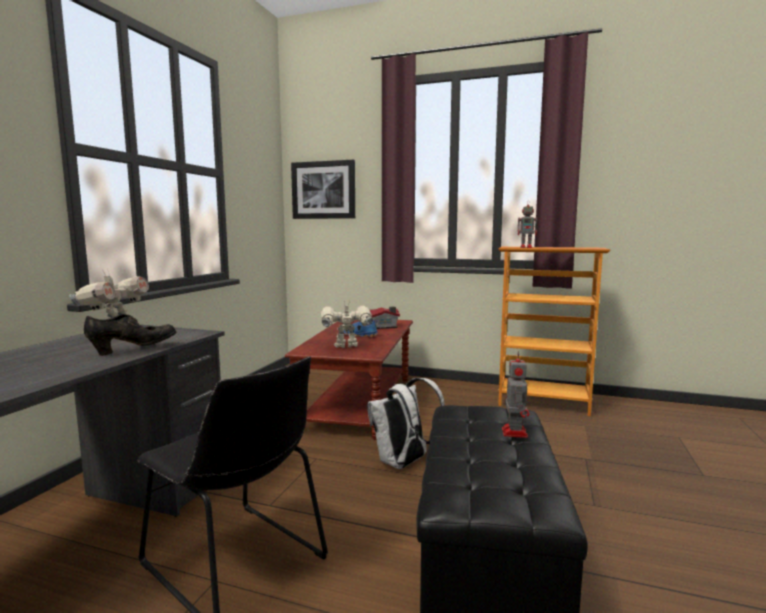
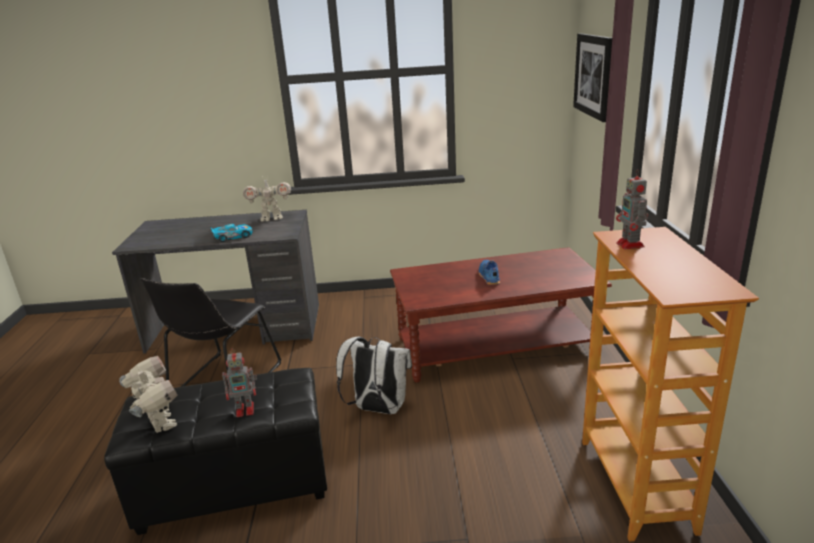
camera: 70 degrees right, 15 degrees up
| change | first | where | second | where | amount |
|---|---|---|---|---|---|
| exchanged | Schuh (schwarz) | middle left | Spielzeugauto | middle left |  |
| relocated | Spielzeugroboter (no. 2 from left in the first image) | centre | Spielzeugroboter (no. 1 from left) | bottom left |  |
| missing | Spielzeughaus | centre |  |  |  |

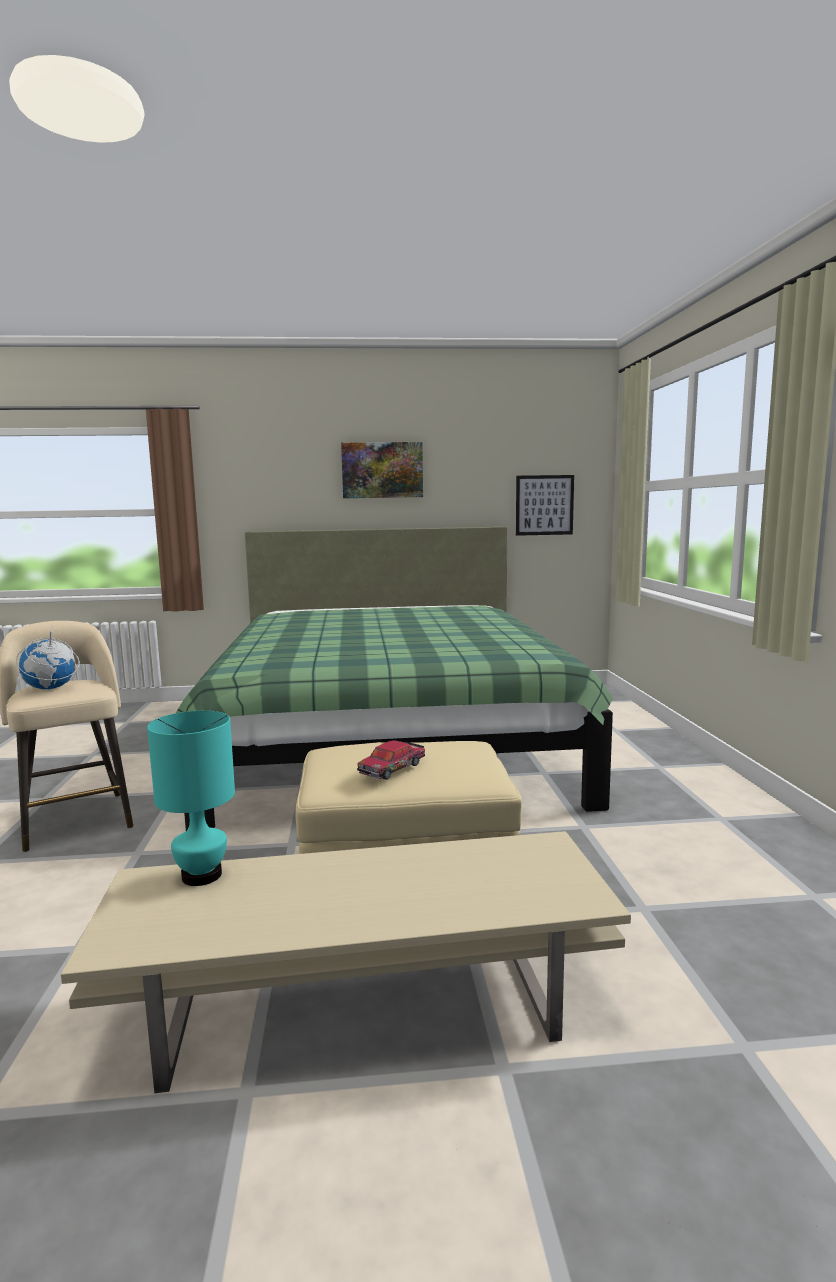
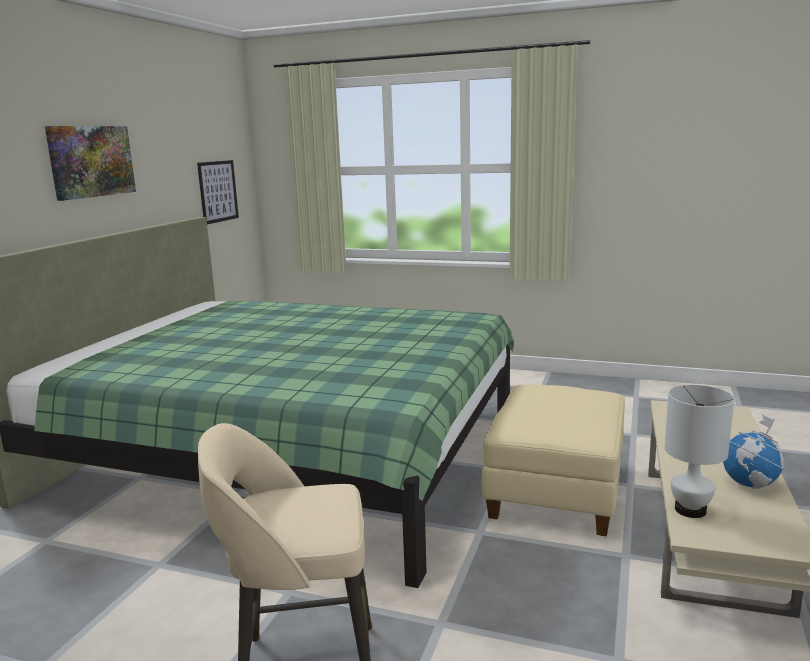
camera: 65 degrees left, 5 degrees up
| change | first | where | second | where | amount |
|---|---|---|---|---|---|
| relocated | Globus | middle left |  | bottom right |  |
| colour | Tischlampe (türkis) | middle left | Tischlampe (weiß) | bottom right |  |
| missing | Spielzeugauto | centre |  |  |  |

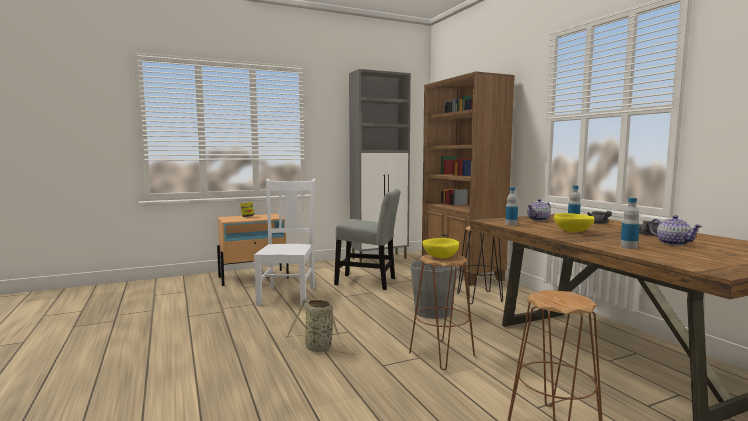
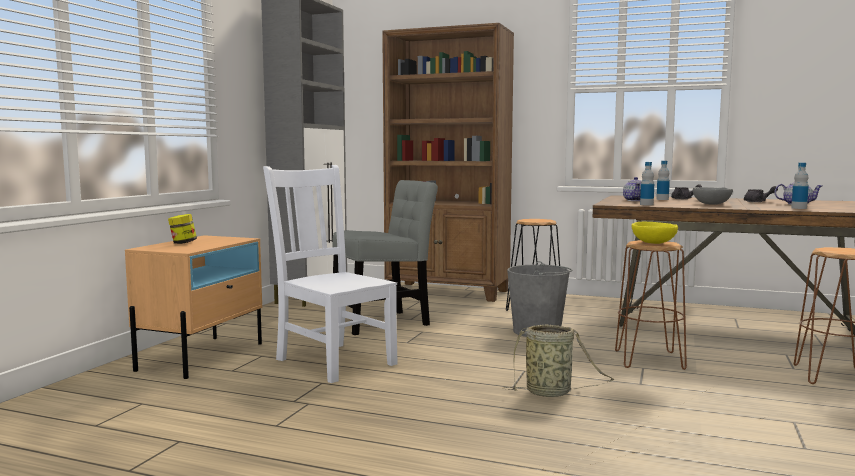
camera: 45 degrees left, 0 degrees up
| change | first | where | second | where | amount |
|---|---|---|---|---|---|
| colour | Schüssel (gelb) (no. 2 from left) | middle right | Schüssel (grau) | middle right |  |

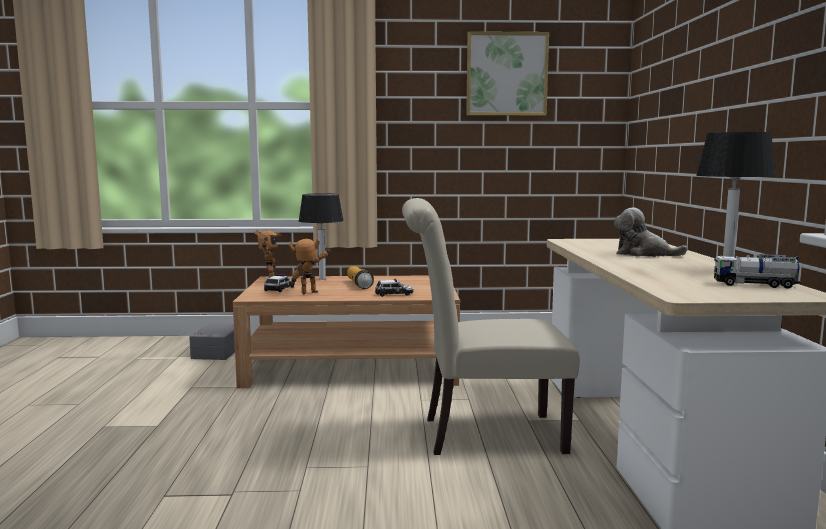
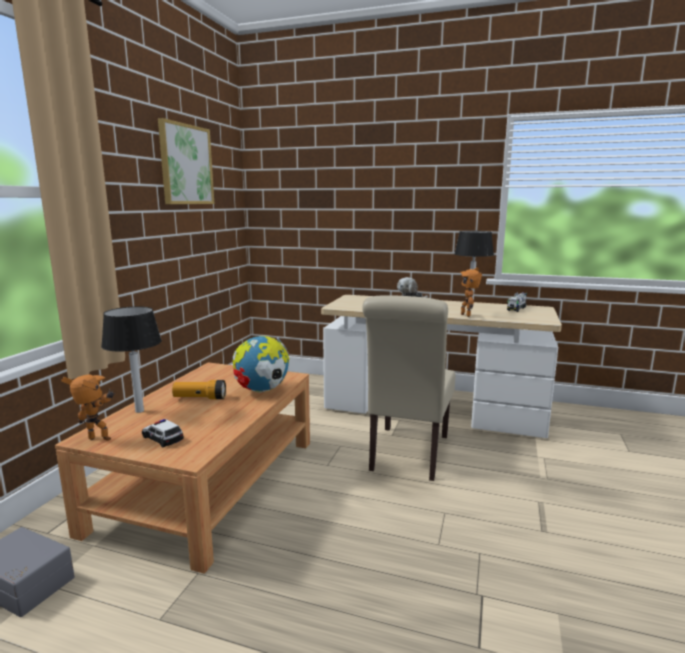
camera: 70 degrees left, 5 degrees up
| change | first | where | second | where | amount |
|---|---|---|---|---|---|
| relocated | Spielzeugroboter (no. 2 from left) | centre |  | middle right |  |
| exchanged | Spielzeugauto (no. 2 from left) | centre | Globus | centre |  |

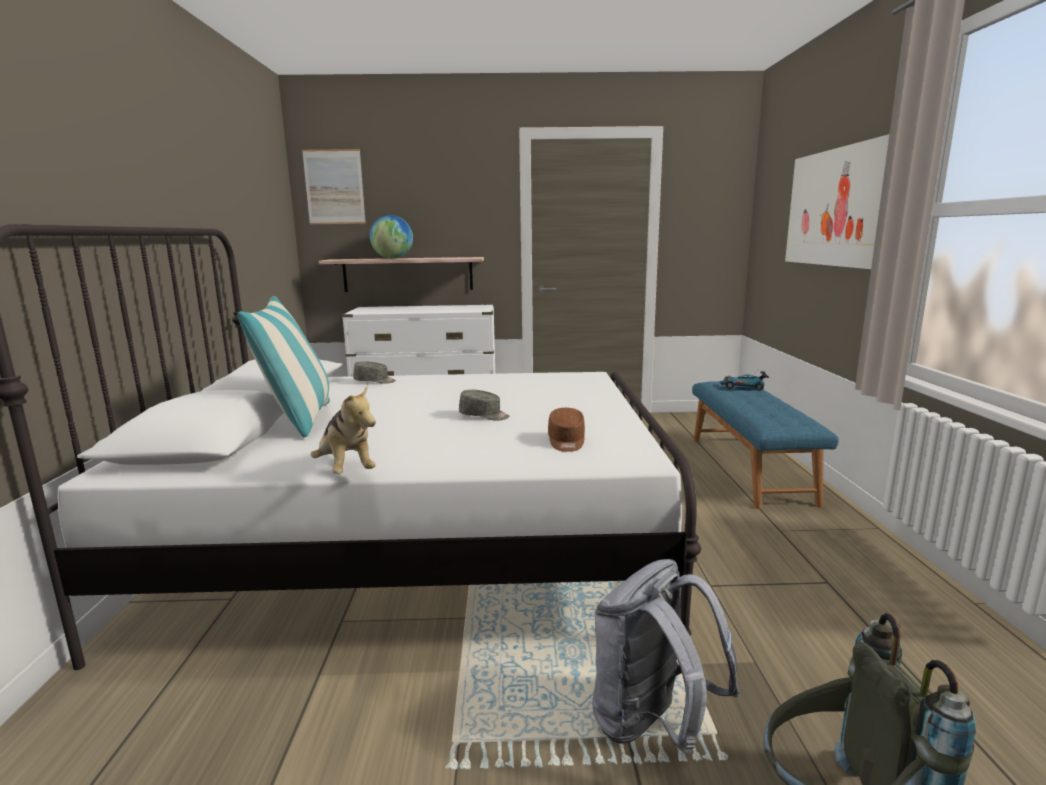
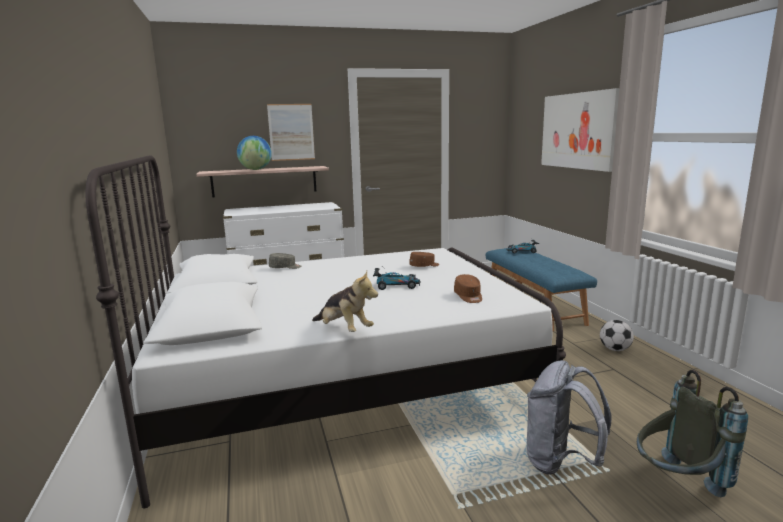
camera: 15 degrees left, 0 degrees up
| change | first | where | second | where | amount |
|---|---|---|---|---|---|
| missing | Kissen | middle left |  |  |  |
| relocated | Bild (no. 1 from left) | top left |  | top centre |  |
| exchanged | Kappe (grau) (no. 2 from left) | centre | Spielzeugauto (no. 1 from left) | centre |  |
| appeared |  |  | Kappe (braun) (no. 1 from left) | centre |  |
| appeared |  |  | Fußball | middle right |  |

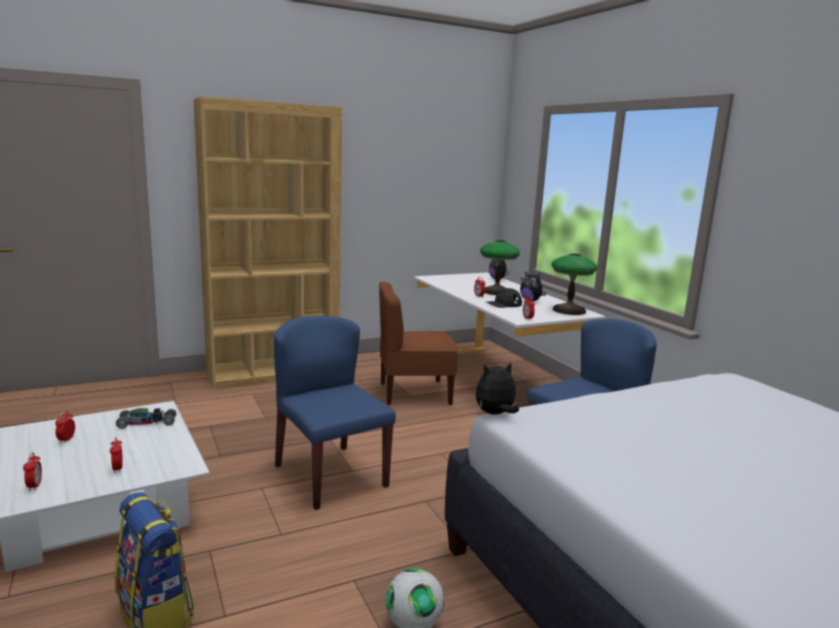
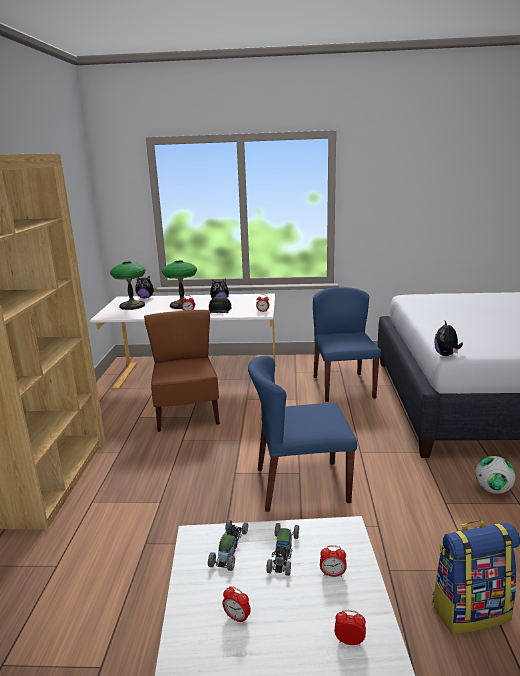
camera: 60 degrees left, 5 degrees up
| change | first | where | second | where | amount |
|---|---|---|---|---|---|
| spun | Stuhl (braun) | centre |  | centre | 150 degrees clockwise |
| relocated | Tischlampe (no. 2 from left in the first image) | middle right | Tischlampe (no. 1 from left) | middle left |  |
| appeared |  |  | Spielzeugauto (no. 2 from left) | bottom centre |  |

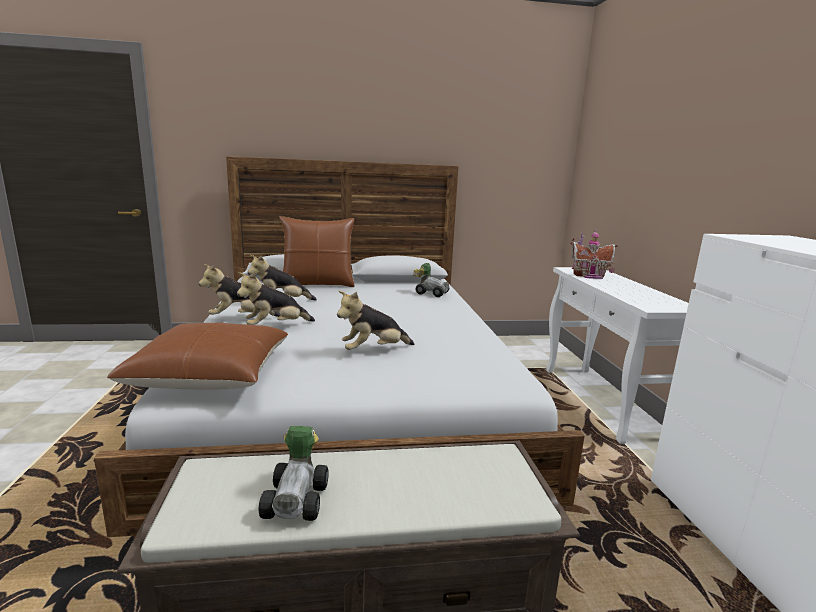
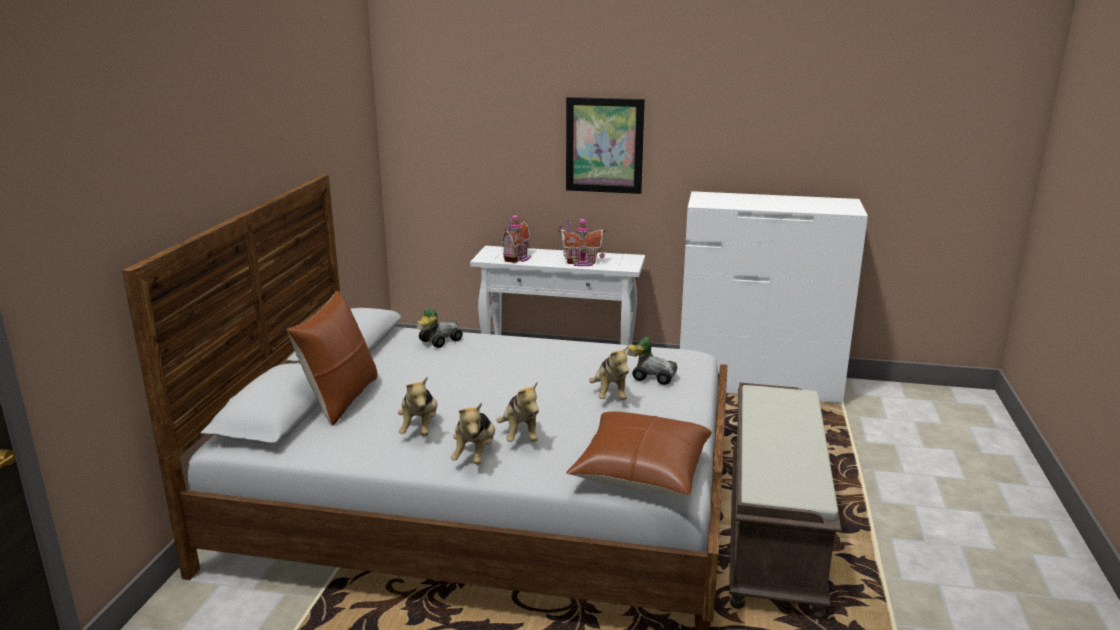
camera: 70 degrees left, 5 degrees up
| change | first | where | second | where | amount |
|---|---|---|---|---|---|
| relocated | Spielzeugauto (no. 1 from left in the first image) | bottom centre | Spielzeugauto (no. 2 from left) | centre |  |
| appeared |  |  | Spielzeughaus (no. 2 from left) | centre |  |
| appeared |  |  | Bild | top centre |  |

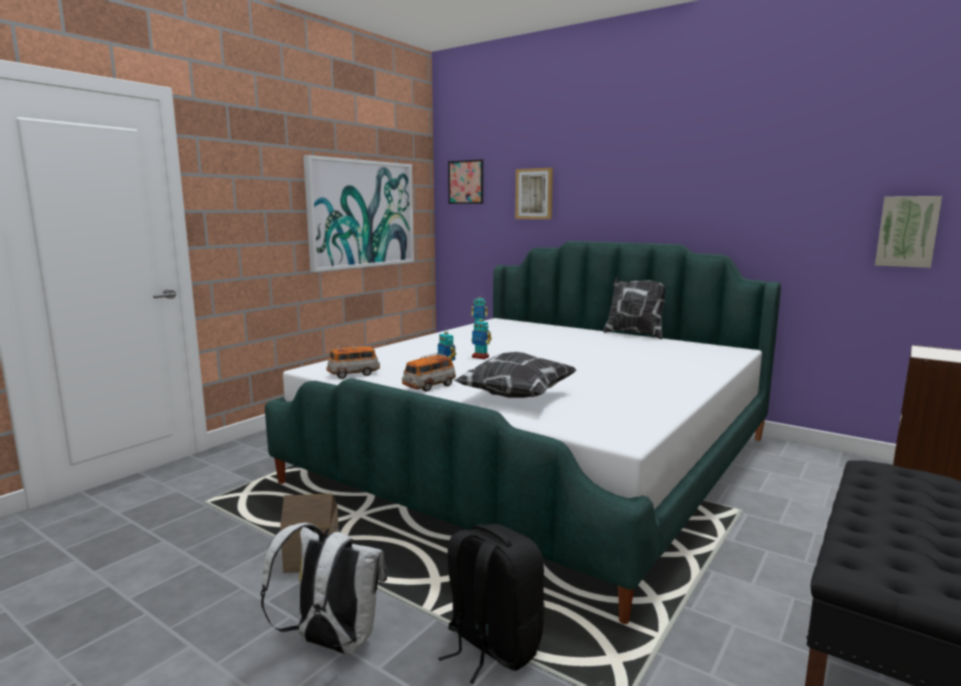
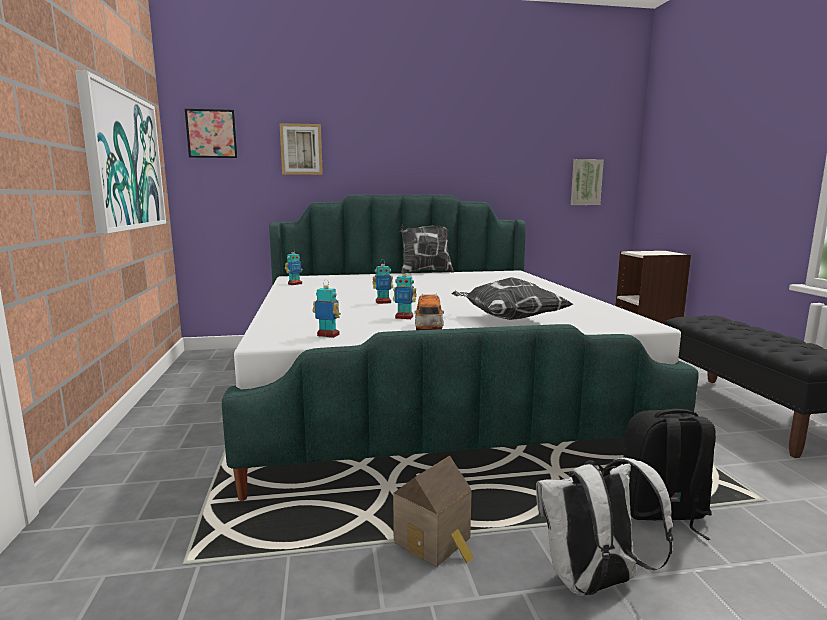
camera: 45 degrees left, 0 degrees up
| change | first | where | second | where | amount |
|---|---|---|---|---|---|
| exchanged | Spielzeugauto (no. 1 from left) | centre | Spielzeugroboter (no. 2 from left) | centre |  |

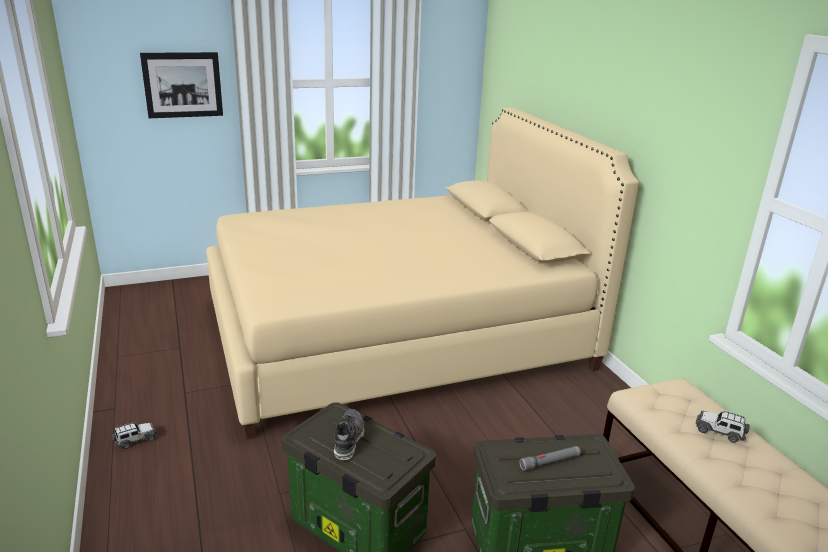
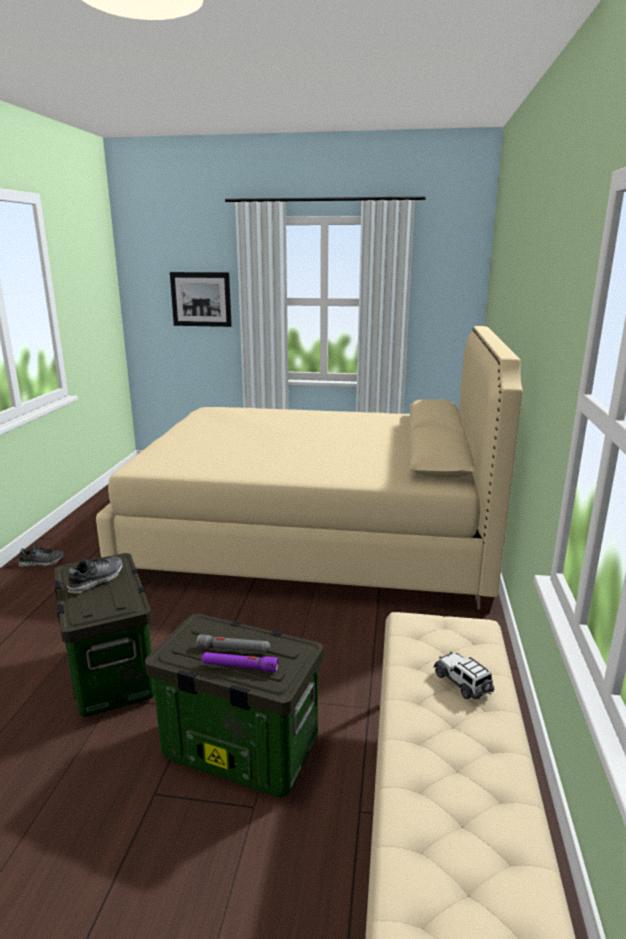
camera: 30 degrees right, 5 degrees down
| change | first | where | second | where | amount |
|---|---|---|---|---|---|
| exchanged | Spielzeugauto (no. 1 from left) | bottom left | Schuh (no. 1 from left) | middle left |  |
| appeared |  |  | Taschenlampe (lila) | bottom centre |  |

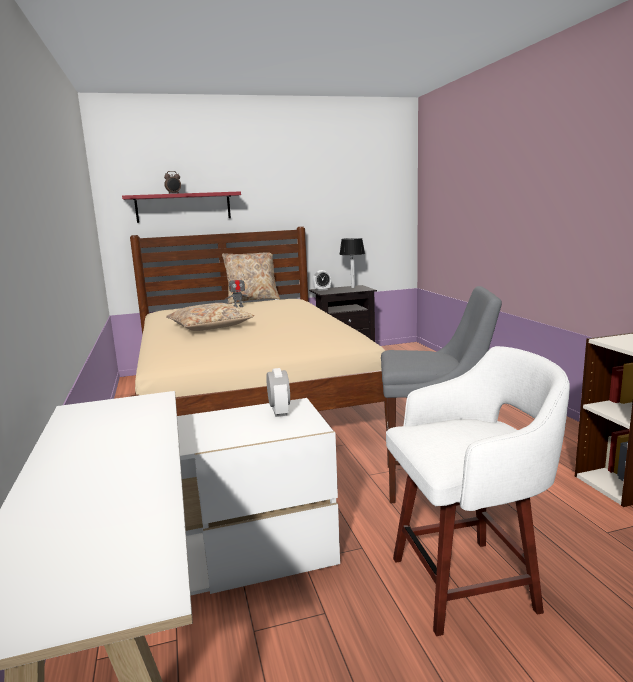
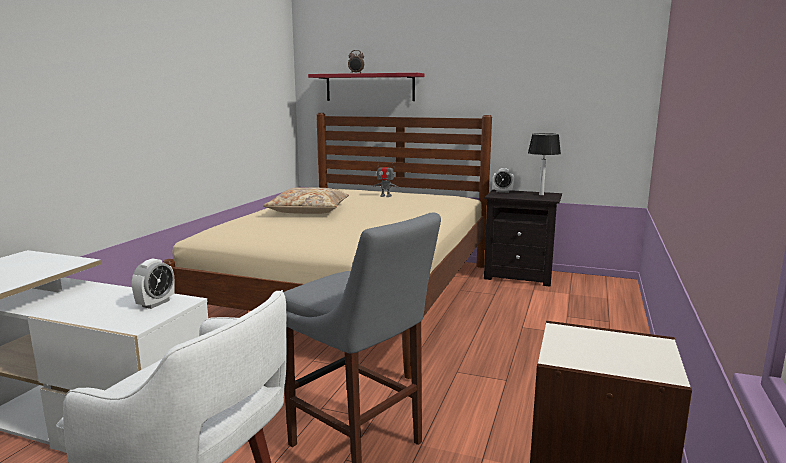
camera: 35 degrees right, 0 degrees up
| change | first | where | second | where | amount |
|---|---|---|---|---|---|
| missing | Kissen (beige) (no. 2 from left) | centre |  |  |  |

